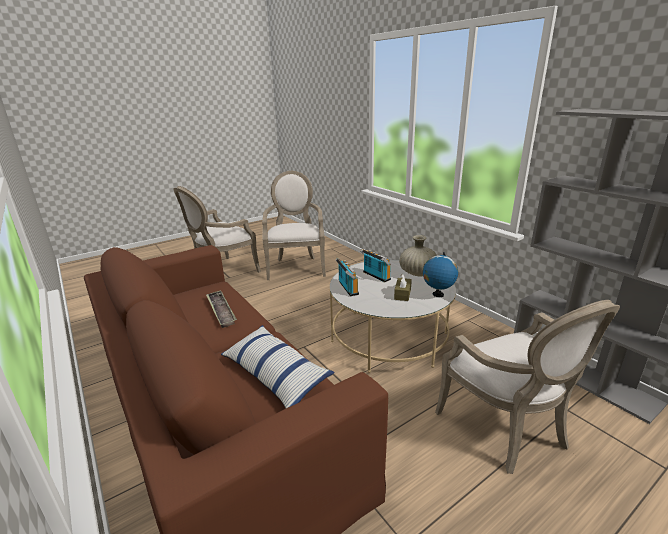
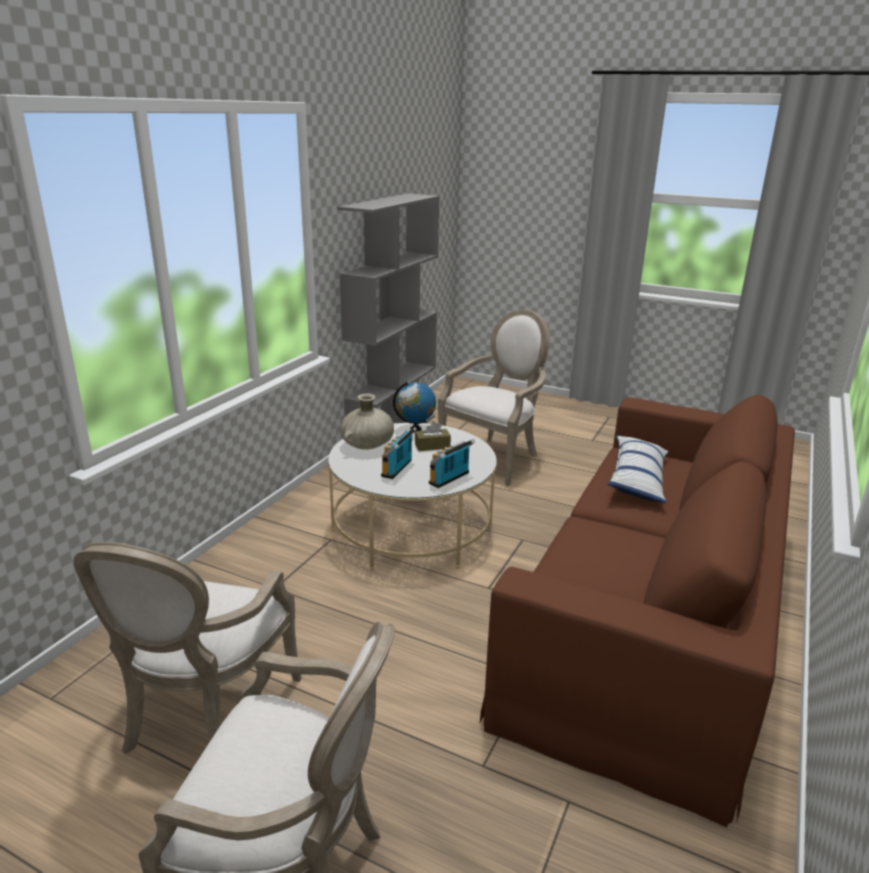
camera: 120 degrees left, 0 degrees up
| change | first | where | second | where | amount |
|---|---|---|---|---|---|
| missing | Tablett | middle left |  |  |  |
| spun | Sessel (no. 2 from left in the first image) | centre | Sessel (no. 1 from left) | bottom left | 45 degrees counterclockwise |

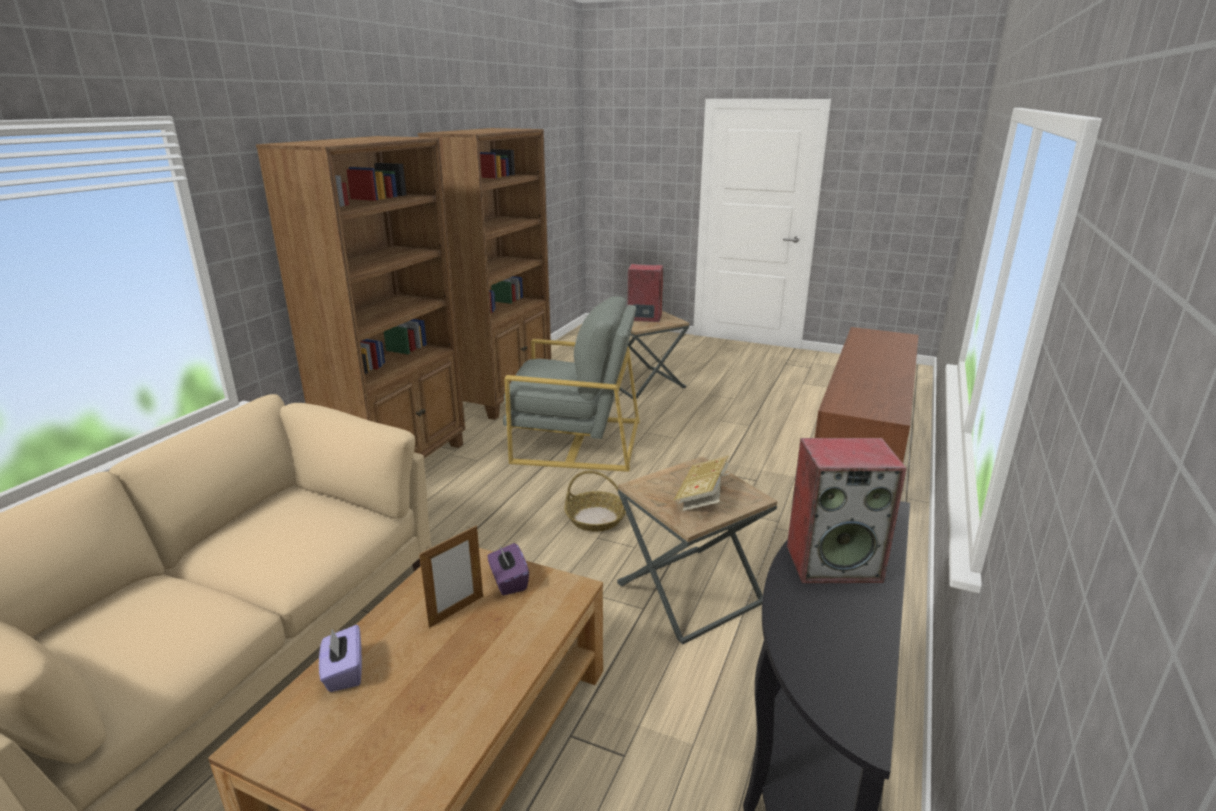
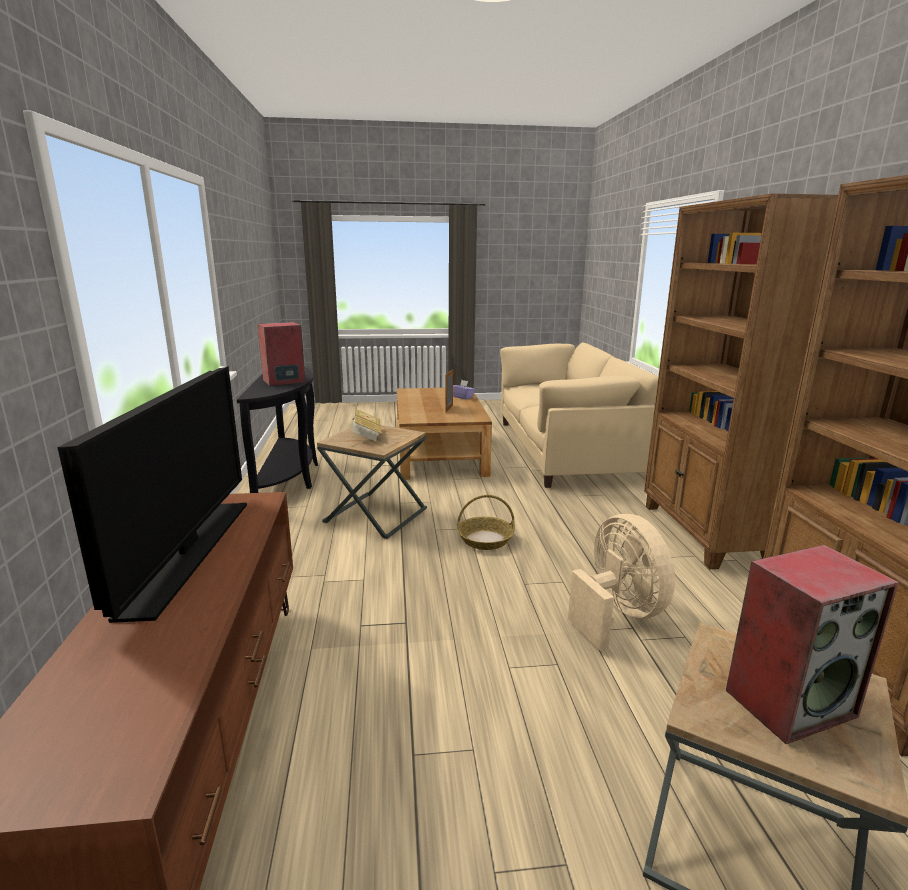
camera: 150 degrees right, 5 degrees down
| change | first | where | second | where | amount |
|---|---|---|---|---|---|
| missing | Taschentuchbox (lila) (no. 2 from left) | bottom centre |  |  |  |
| exchanged | Sessel (grau) | centre | Ventilator (beige) | middle right |  |
| appeared |  |  | Fernseher | middle left |  |

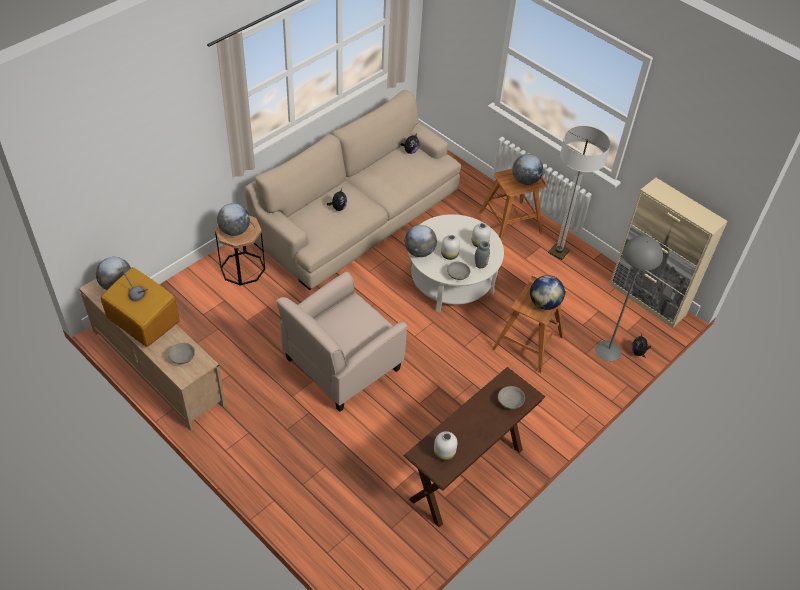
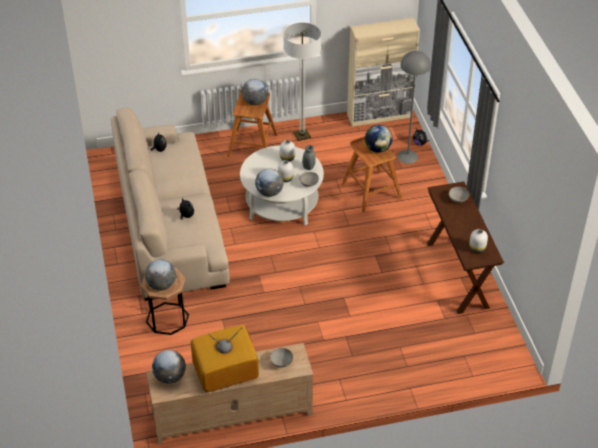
camera: 55 degrees left, 5 degrees down
| change | first | where | second | where | amount |
|---|---|---|---|---|---|
| missing | Sessel (beige) | centre |  |  |  |

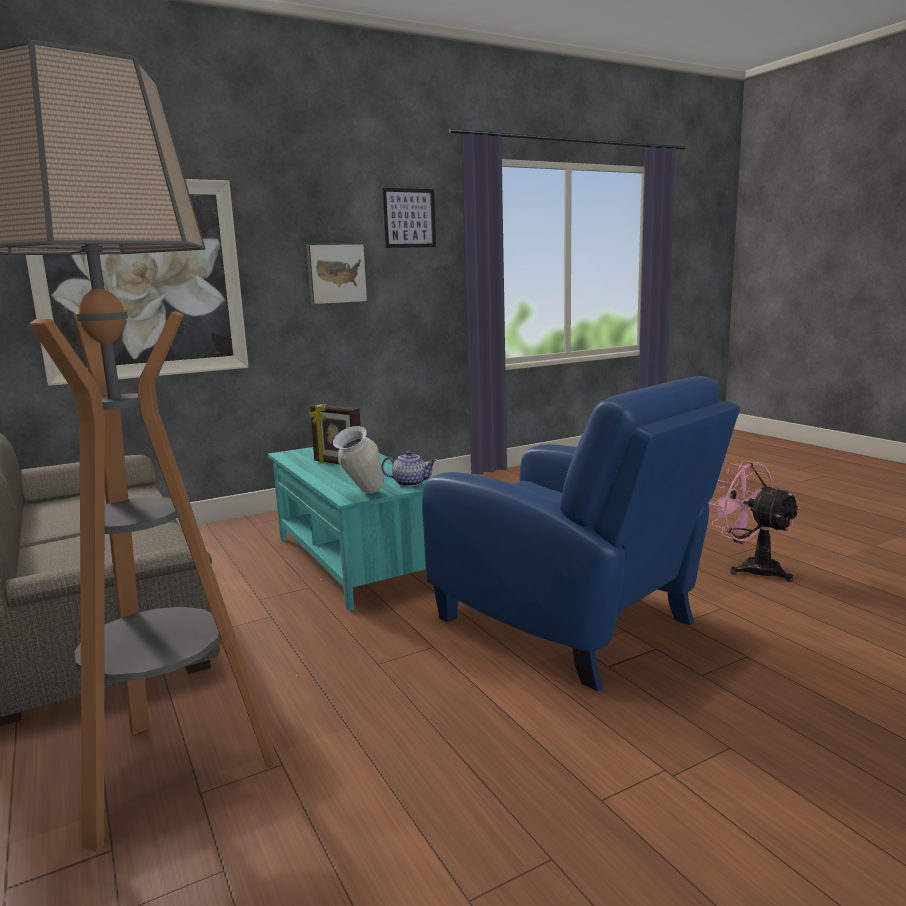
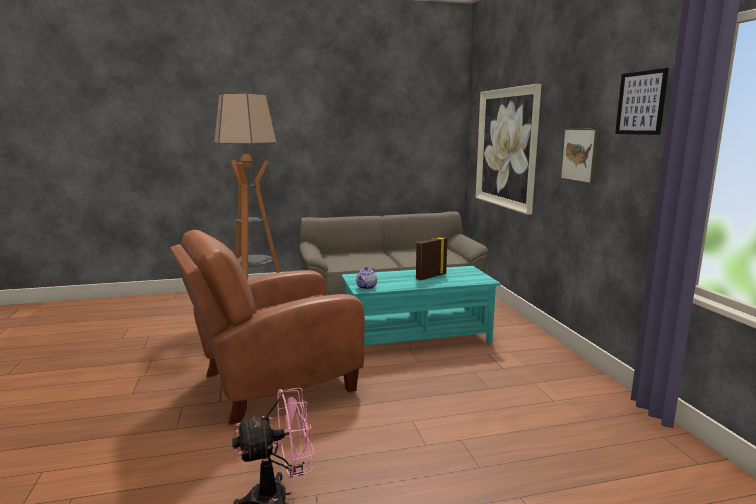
camera: 105 degrees right, 0 degrees up
| change | first | where | second | where | amount |
|---|---|---|---|---|---|
| missing | Vase | centre |  |  |  |
| colour | Sessel (blau) | centre | Sessel (braun) | centre |  |

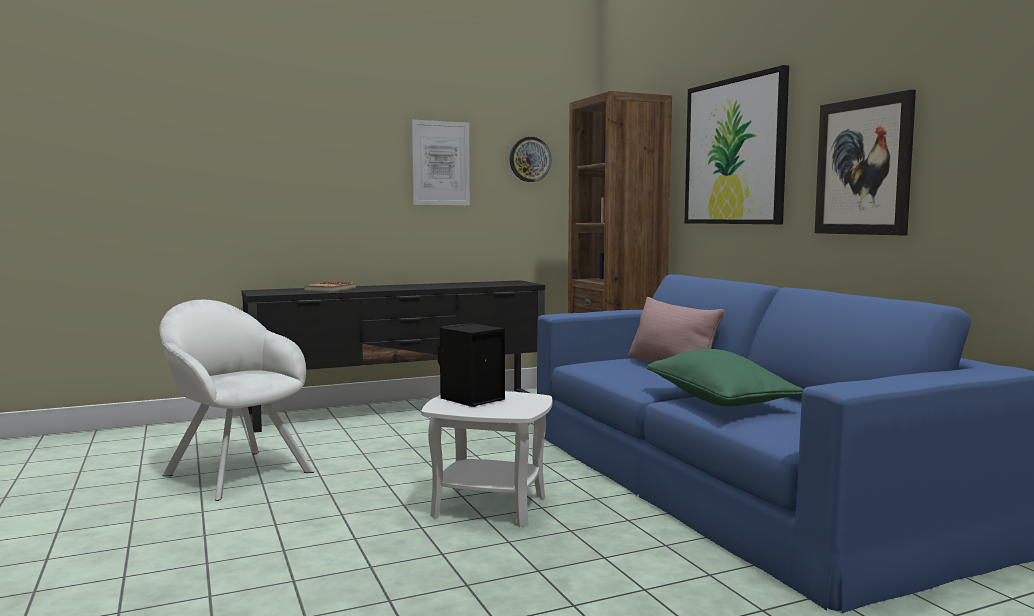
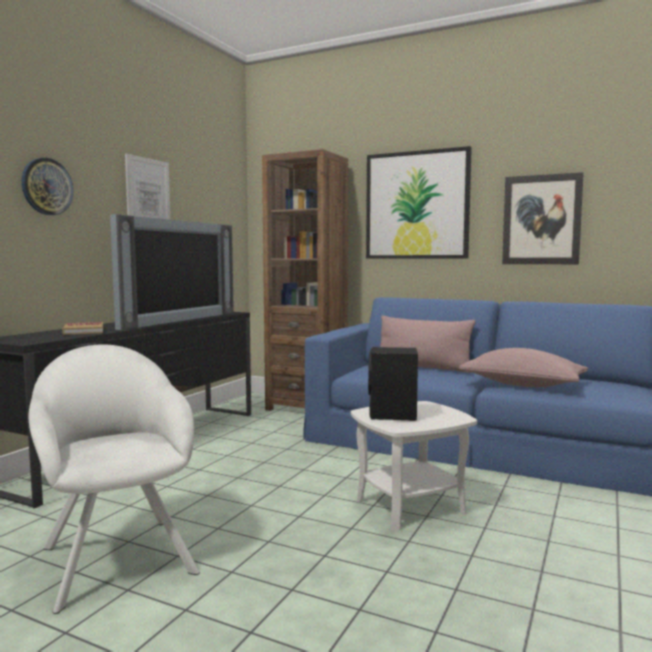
camera: 40 degrees left, 0 degrees up
| change | first | where | second | where | amount |
|---|---|---|---|---|---|
| spun | Sessel (weiß) | middle left |  | bottom left | 60 degrees clockwise |
| relocated | Wanduhr | top centre |  | top left |  |
| colour | Kissen (grün) | middle right | Kissen (rosa) (no. 2 from left) | middle right |  |
| appeared |  |  | Fernseher | middle left |  |

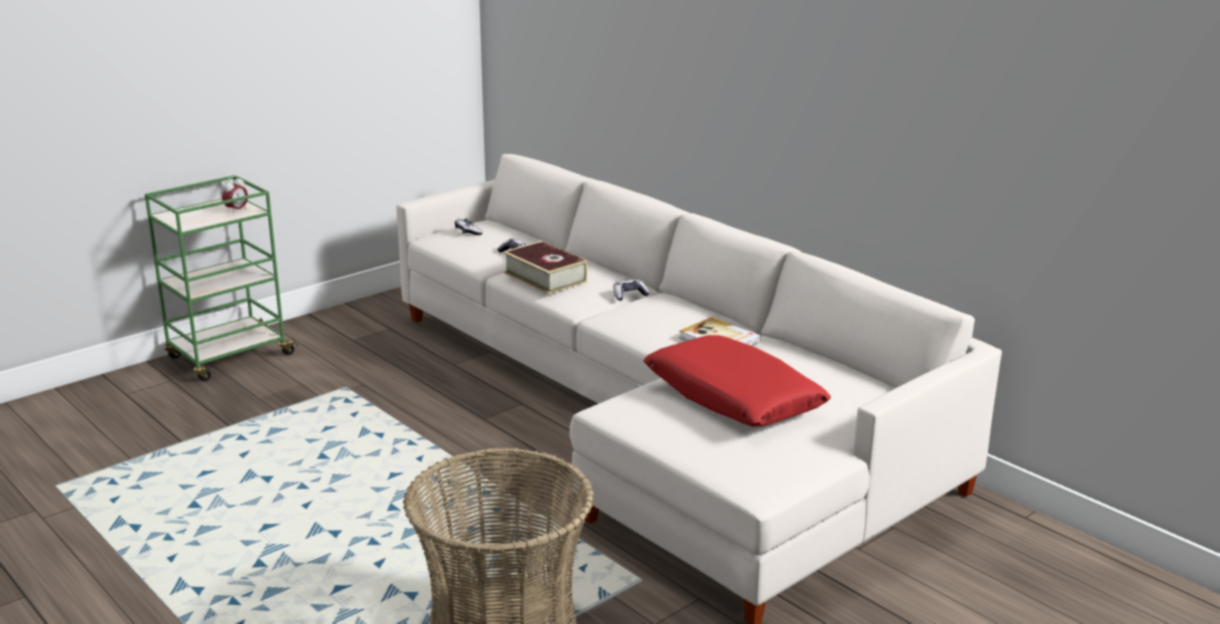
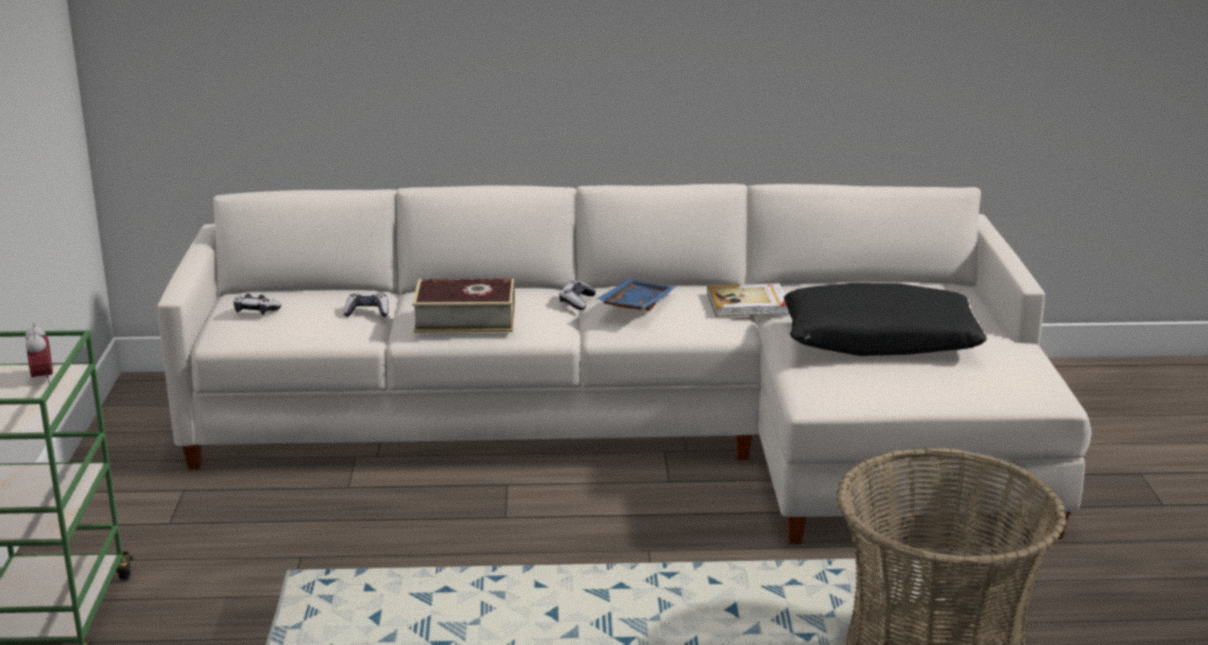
camera: 50 degrees left, 0 degrees up
| change | first | where | second | where | amount |
|---|---|---|---|---|---|
| colour | Kissen (rot) | centre | Kissen (schwarz) | middle right |  |
| appeared |  |  | Tablett (blau) | centre |  |

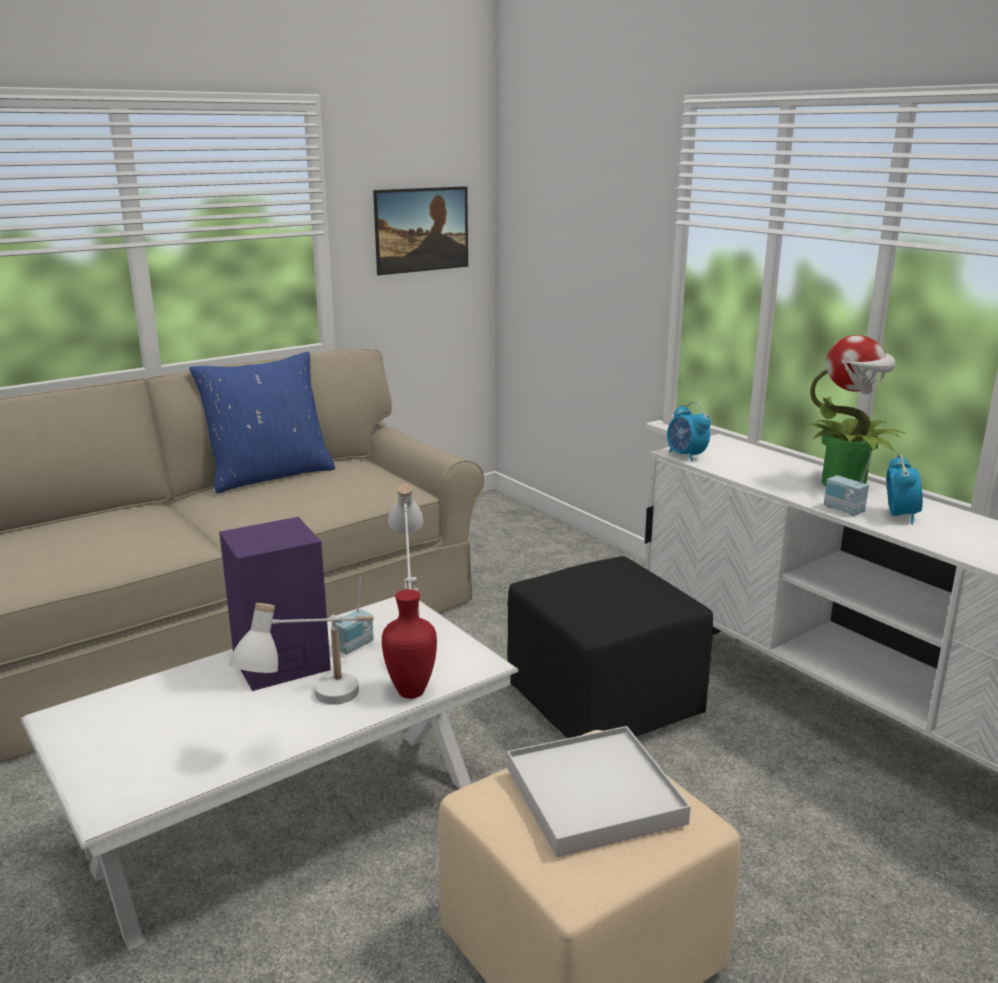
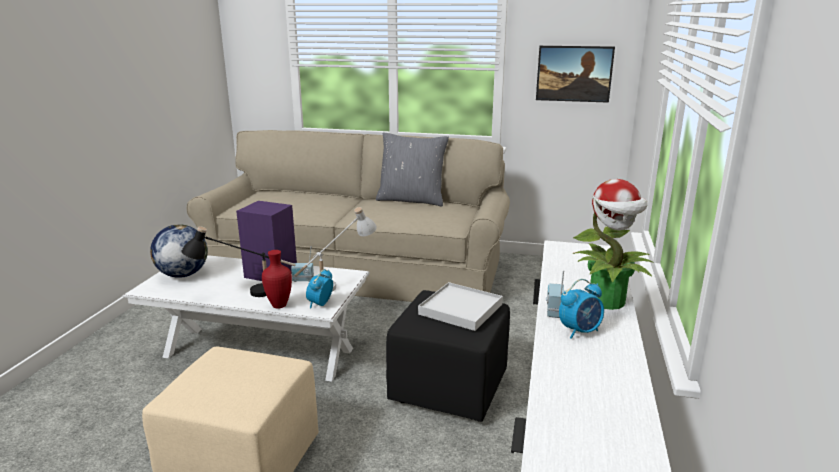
camera: 50 degrees right, 0 degrees up
| change | first | where | second | where | amount |
|---|---|---|---|---|---|
| colour | Kissen (blau) | middle left | Kissen (grau) | centre |  |
| colour | Tischlampe (weiß) (no. 1 from left) | middle left | Tischlampe (schwarz) | middle left |  |
| relocated | Tablett (weiß) | bottom centre |  | centre |  |
| relocated | Wecker (no. 1 from left) | middle right |  | centre |  |
| appeared |  |  | Globus | middle left |  |

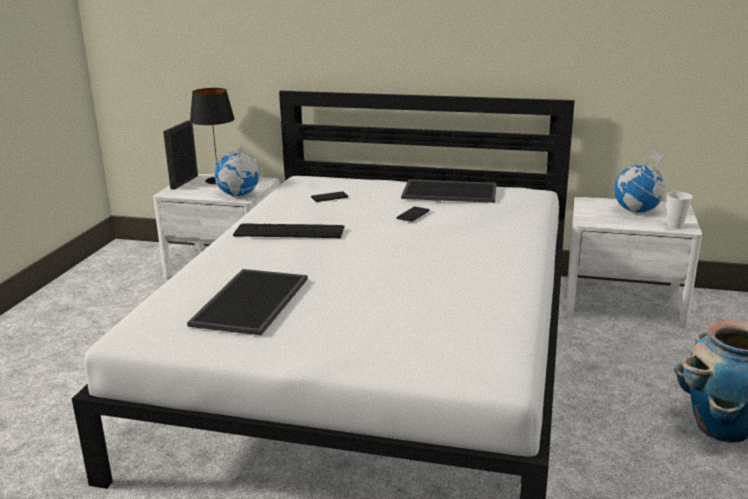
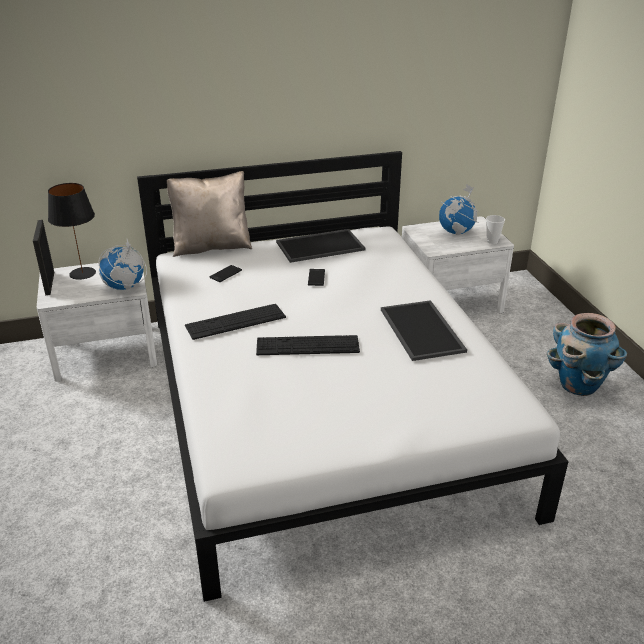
camera: 30 degrees left, 10 degrees up
| change | first | where | second | where | amount |
|---|---|---|---|---|---|
| relocated | Tablett (no. 1 from left in the first image) | middle left | Tablett (no. 2 from left) | centre |  |
| appeared |  |  | Kissen (beige) | top left |  |
| appeared |  |  | Tastatur (no. 2 from left) | centre |  |

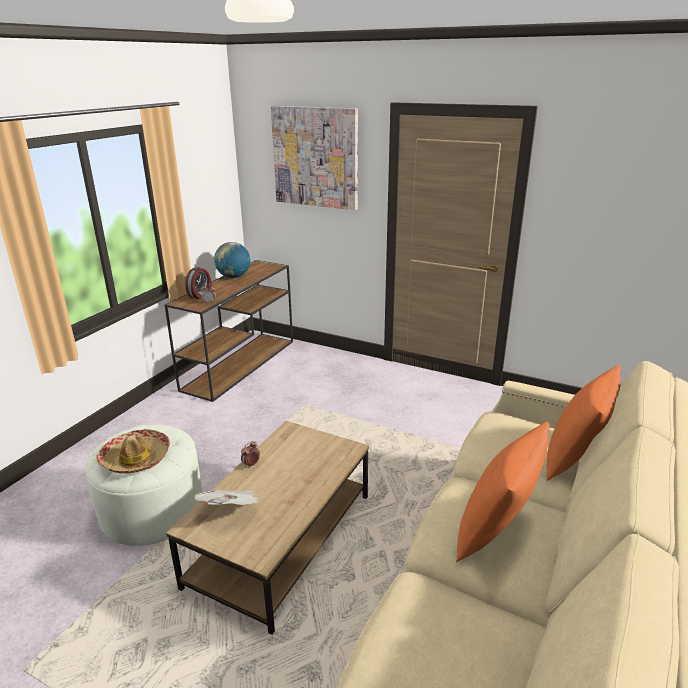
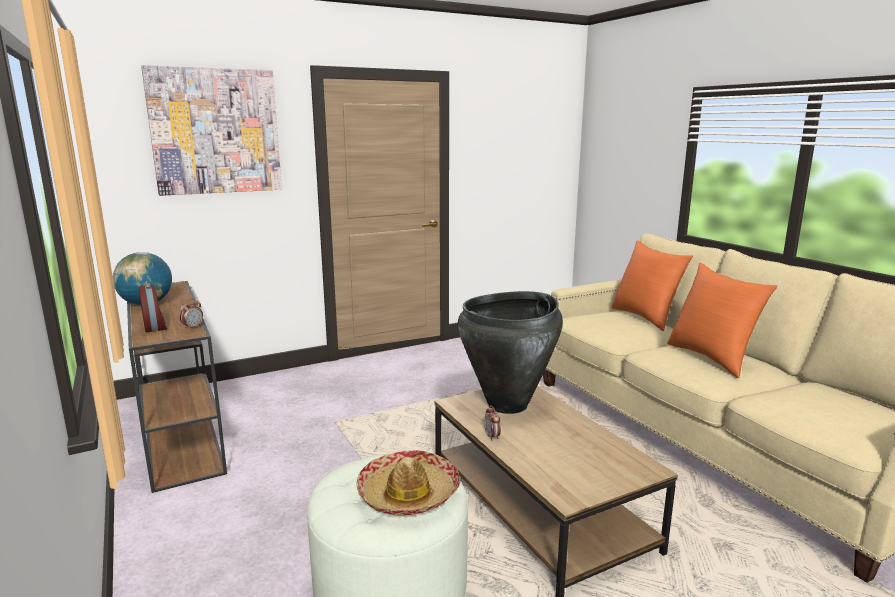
camera: 55 degrees left, 10 degrees down
| change | first | where | second | where | amount |
|---|---|---|---|---|---|
| missing | Zeitung | bottom left |  |  |  |
| appeared |  |  | Vase (schwarz) | centre |  |

